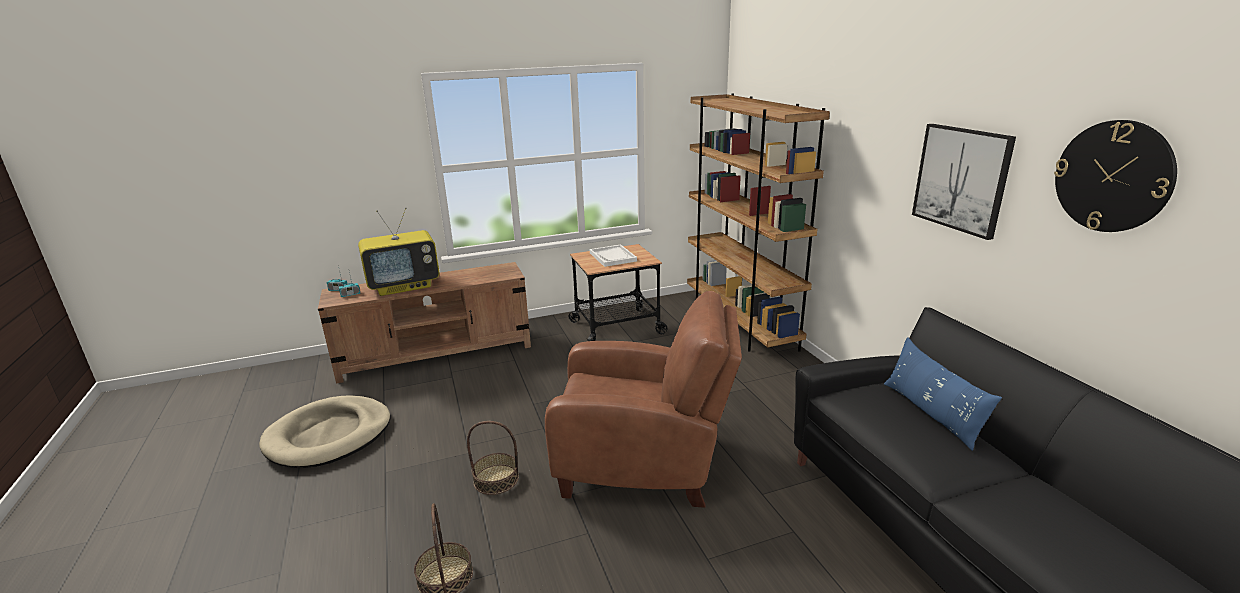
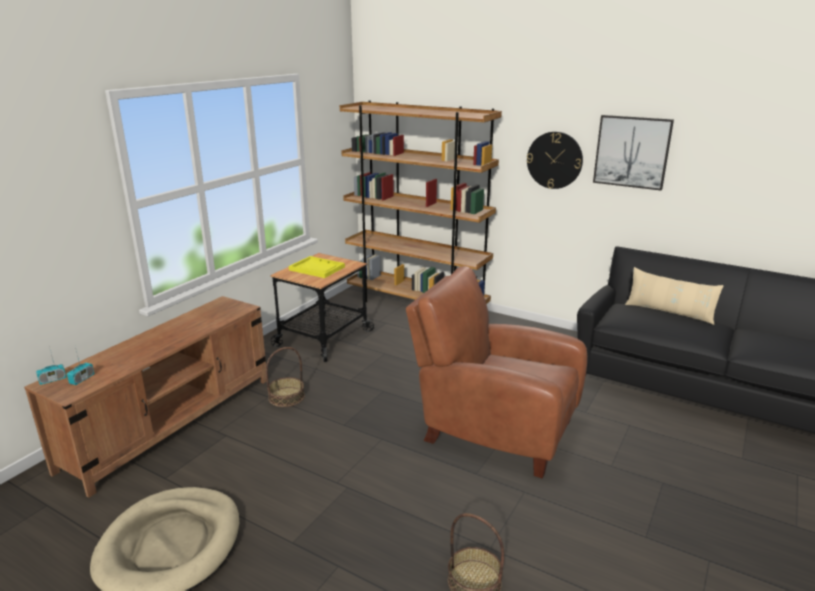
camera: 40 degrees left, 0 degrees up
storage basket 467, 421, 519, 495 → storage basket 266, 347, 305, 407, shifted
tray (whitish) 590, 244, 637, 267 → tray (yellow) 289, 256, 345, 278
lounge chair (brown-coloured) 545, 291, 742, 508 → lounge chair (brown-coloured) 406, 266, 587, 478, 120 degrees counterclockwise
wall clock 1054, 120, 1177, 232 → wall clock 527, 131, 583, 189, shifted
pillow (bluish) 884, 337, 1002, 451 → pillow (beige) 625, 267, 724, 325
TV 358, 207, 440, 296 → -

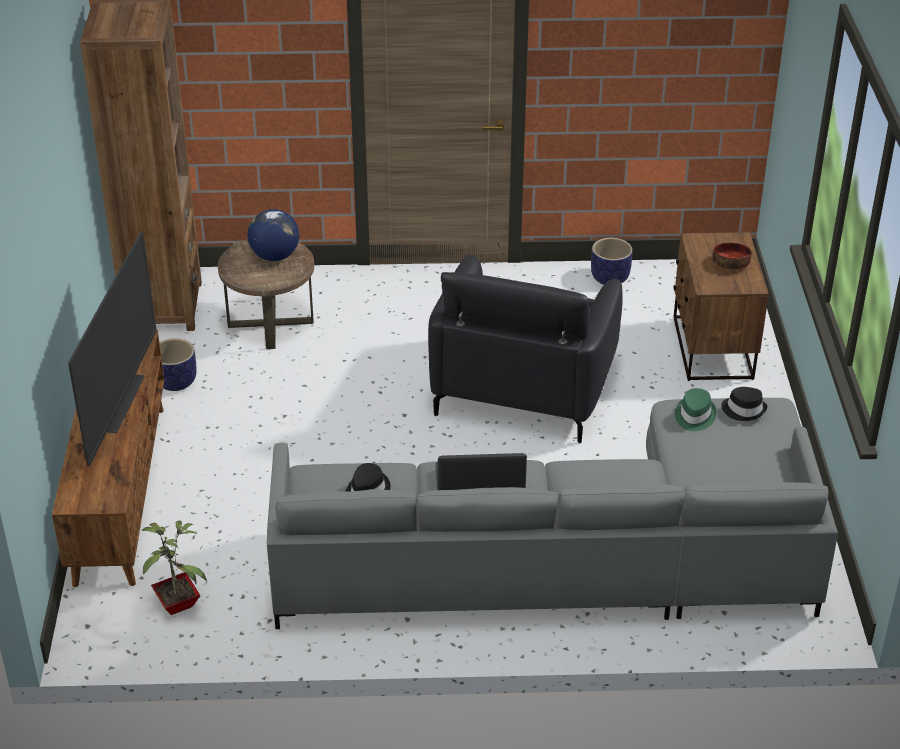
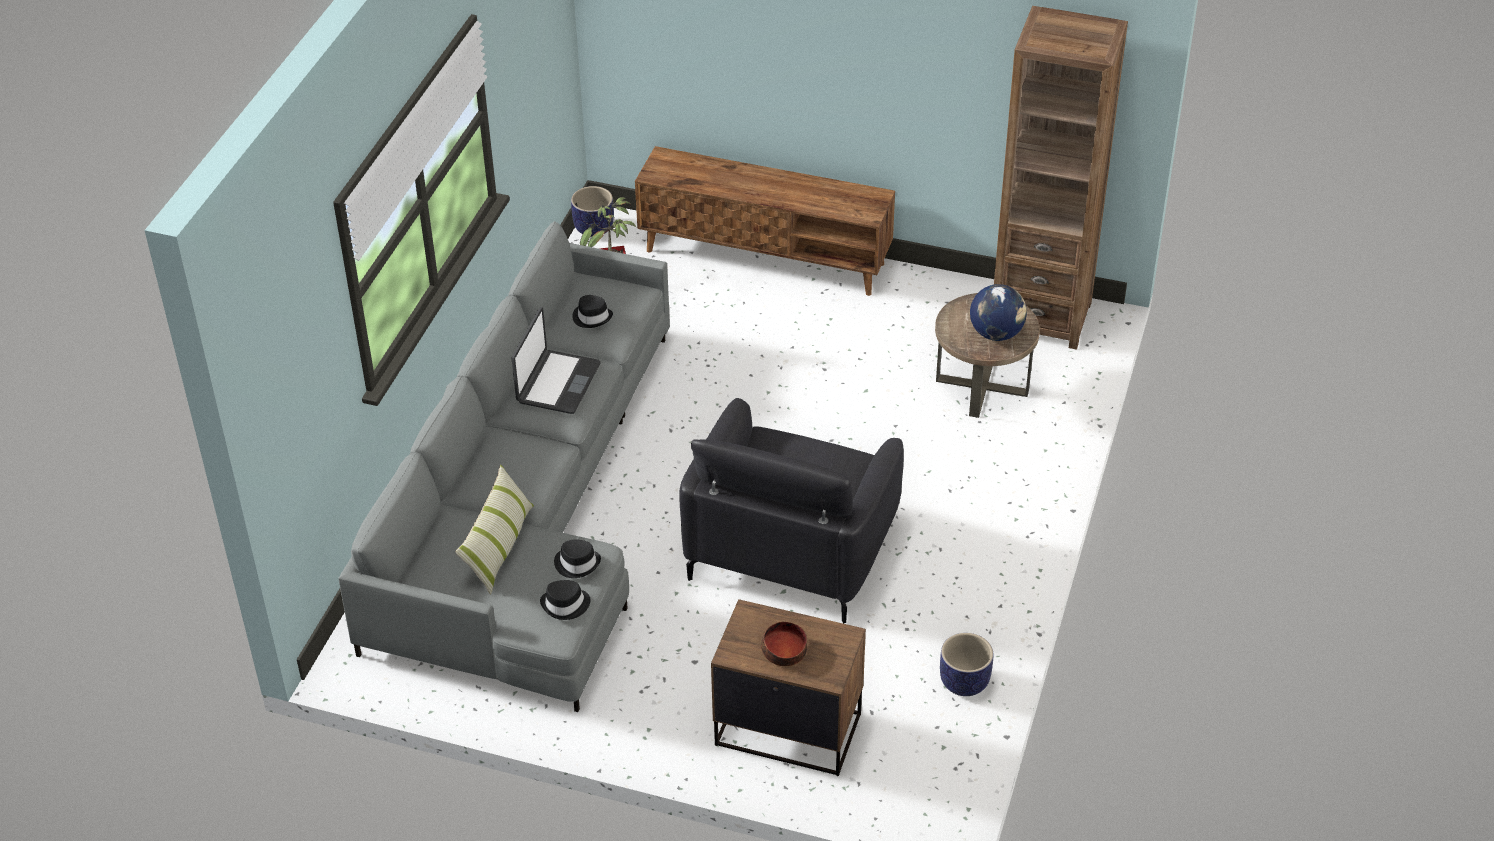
camera: 110 degrees right, 5 degrees up
- → pillow 455, 465, 534, 595
hat (green-coloured) 675, 388, 716, 431 → hat (black-coloured) 554, 539, 601, 578
flower pot 159, 338, 196, 391 → flower pot 571, 186, 614, 237, shifted
lounge chair (black-coloured) 428, 255, 623, 443 → lounge chair (black-coloured) 679, 398, 904, 623, 105 degrees counterclockwise
TV 68, 231, 157, 466 → -

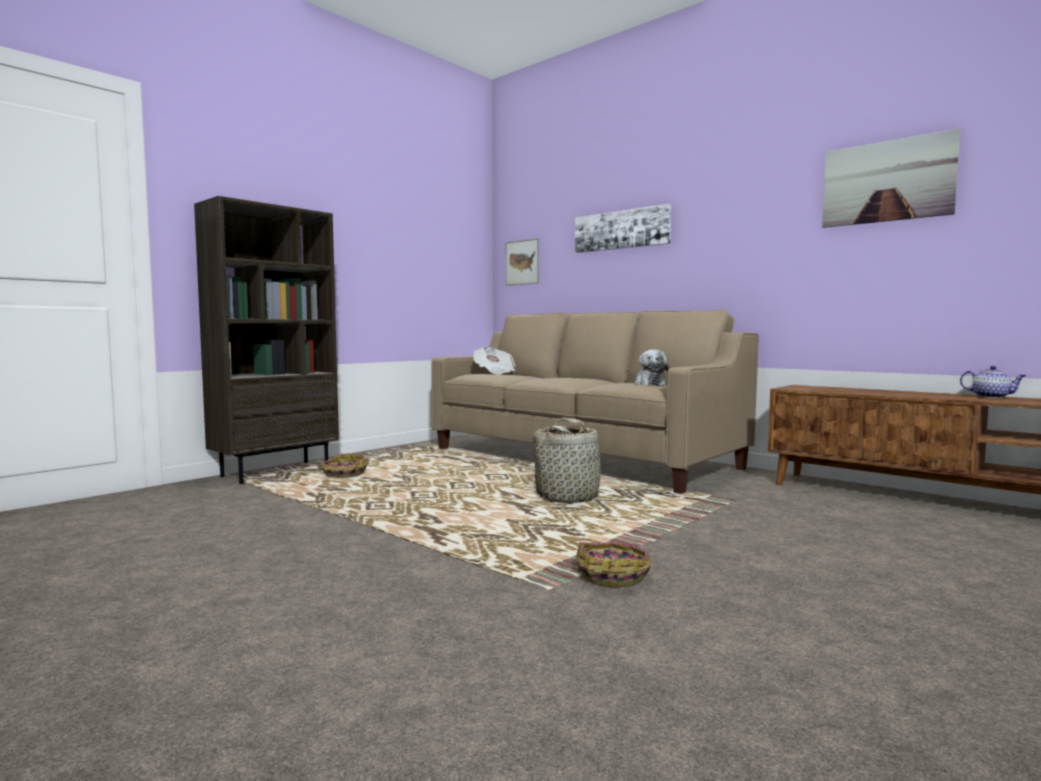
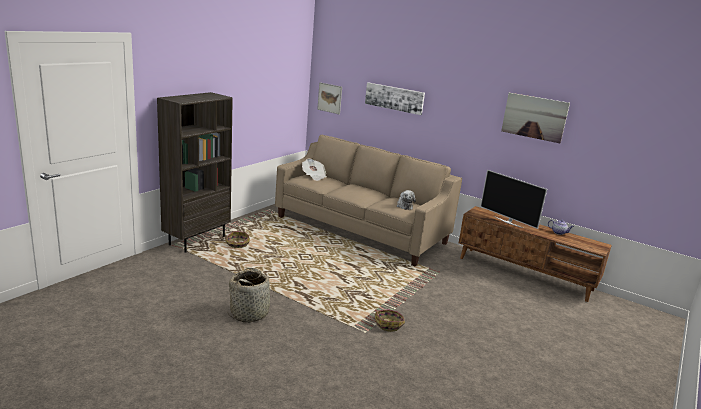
camera: 10 degrees left, 15 degrees up
storage basket 533, 418, 606, 503 → storage basket 228, 268, 275, 323, shifted
- → TV 480, 170, 547, 229

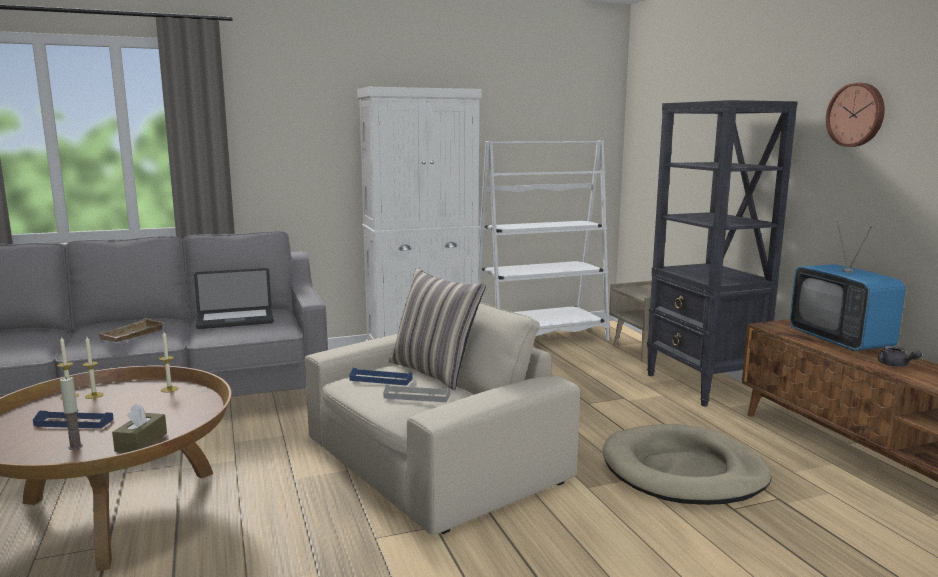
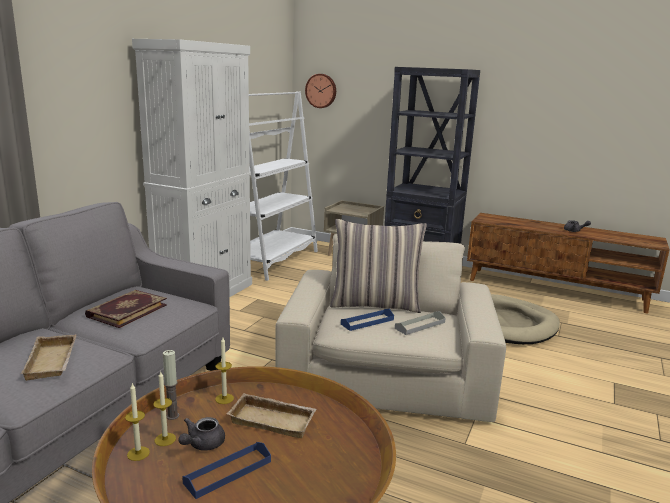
camera: 45 degrees left, 5 degrees up
notebook computer 194, 268, 274, 329 → volume 85, 290, 167, 328
candle 60, 377, 83, 450 → candle 163, 350, 179, 420, shifted
- → tea pot (greyish) 178, 417, 225, 451
- → tray (beige) 227, 393, 317, 438
wall clock 826, 83, 885, 147 → wall clock 305, 74, 336, 108, shifted
tissue holder (brown-coloured) 112, 403, 167, 453 → -
TV 790, 221, 906, 351 → -

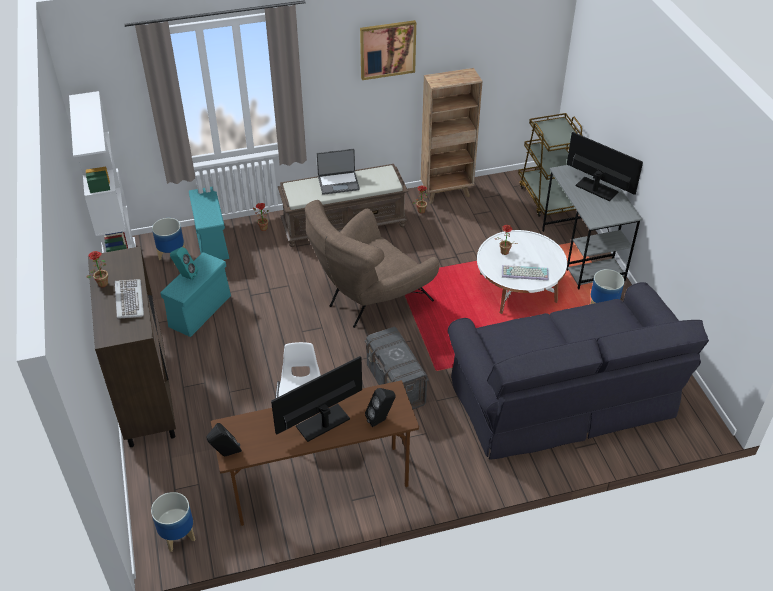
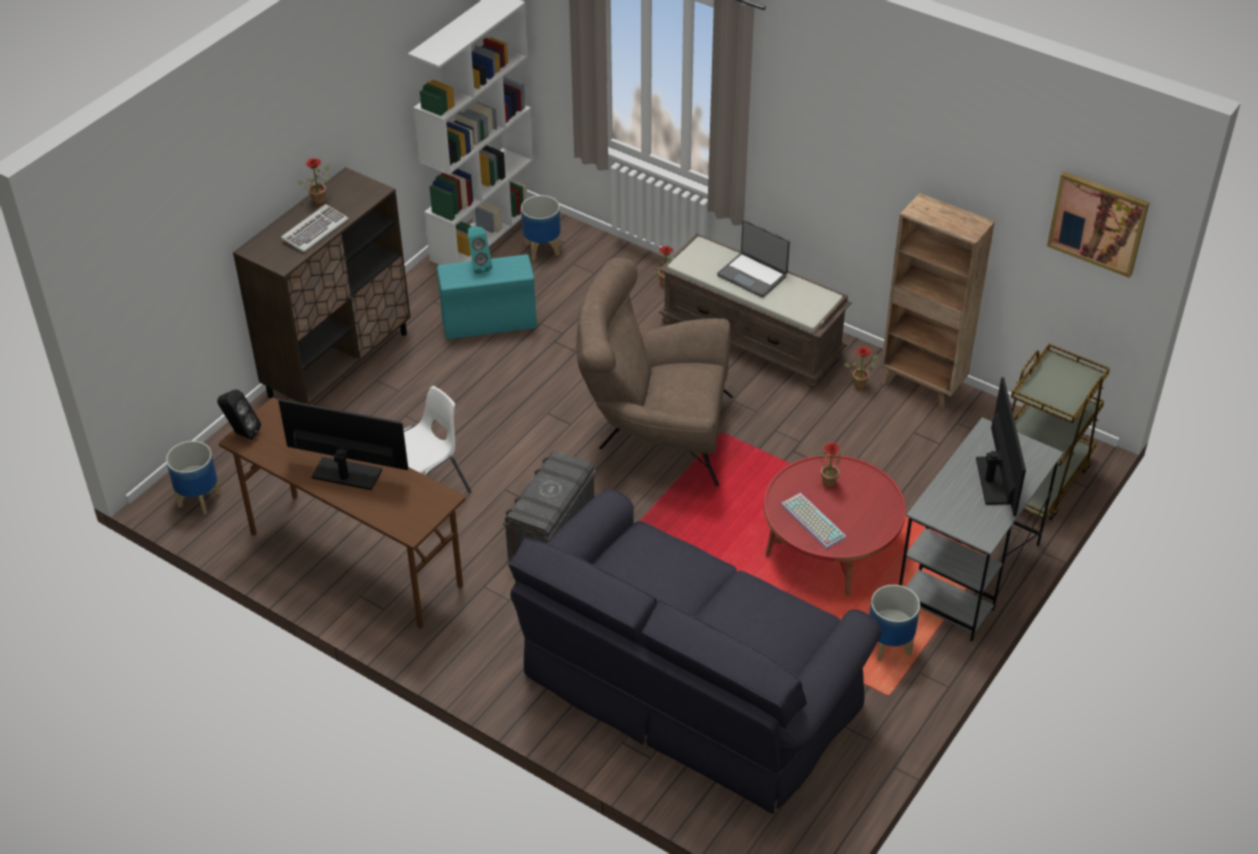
camera: 50 degrees right, 0 degrees up
low table (whitish) 477, 230, 567, 314 → low table (red) 764, 455, 906, 596
wall picture 360, 20, 416, 80 → wall picture 1047, 172, 1150, 278, shifted
storage container (turquoise) 189, 187, 229, 260 → -
loudspeaker (black-coloured) 365, 388, 395, 427 → -

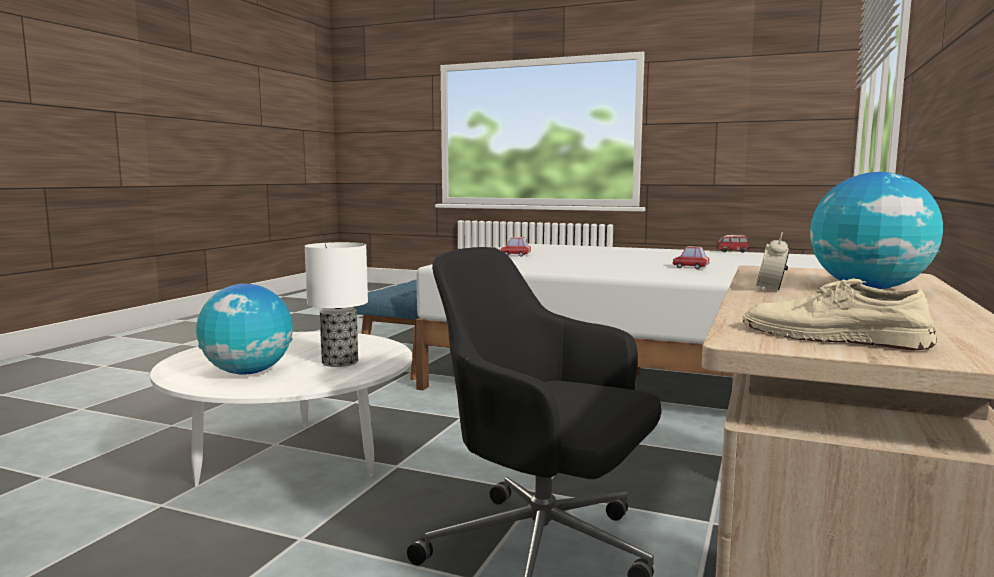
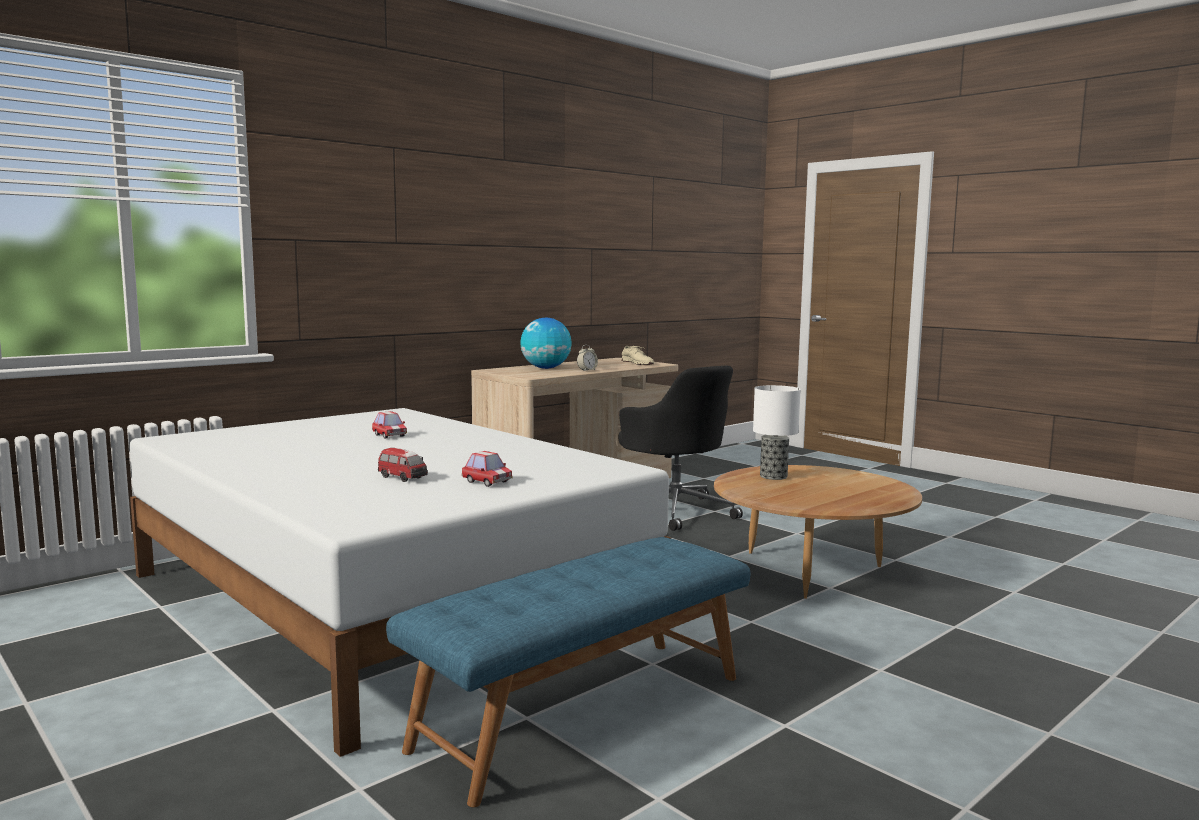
camera: 155 degrees left, 0 degrees up
miniature car 715, 235, 749, 253 → miniature car 378, 448, 428, 482, shifted
low table (whitish) 150, 332, 412, 487 → low table (brown-coloured) 714, 465, 922, 599
globe 196, 284, 293, 375 → -

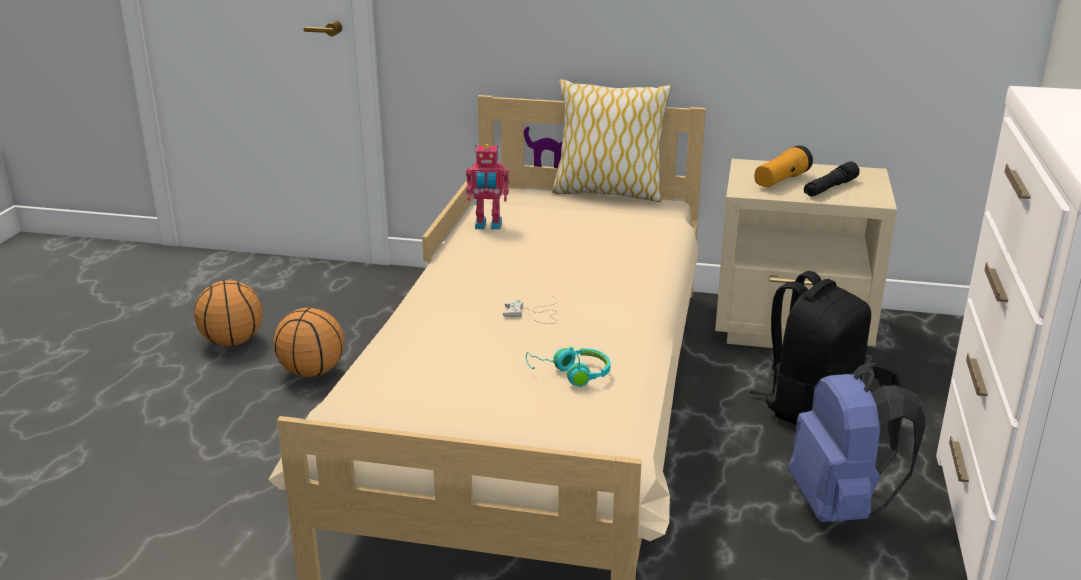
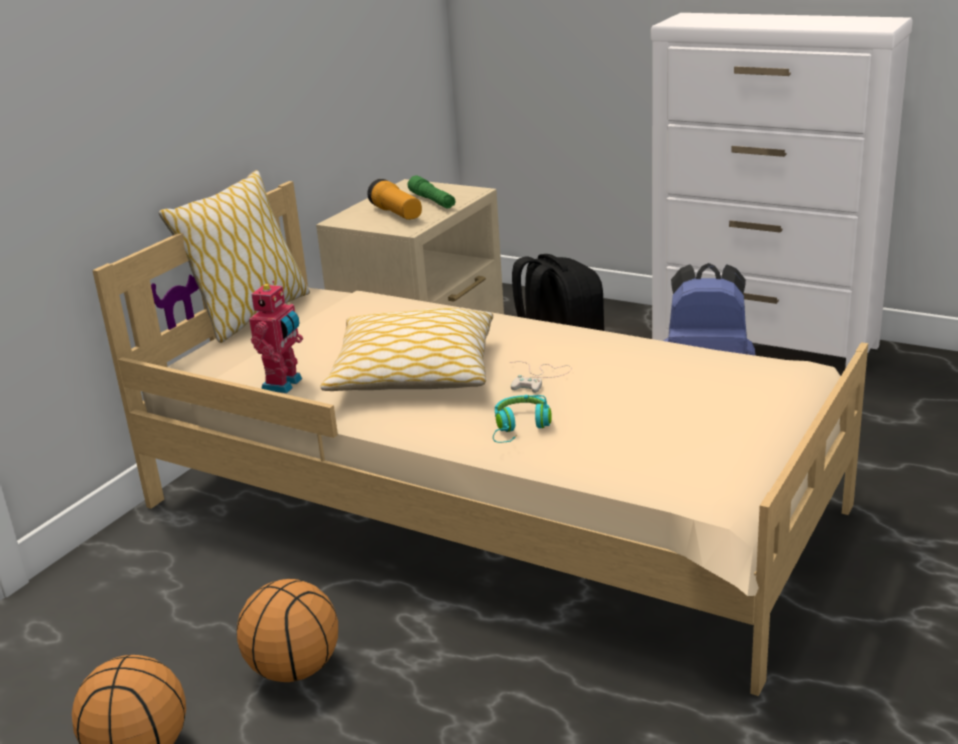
camera: 70 degrees left, 0 degrees up
- → pillow 320, 308, 493, 391
torch (black-coloured) 804, 161, 860, 197 → torch (green-coloured) 408, 175, 456, 208
headphones (turquoise) 526, 346, 611, 387 → headphones (turquoise) 493, 395, 552, 443, shifted

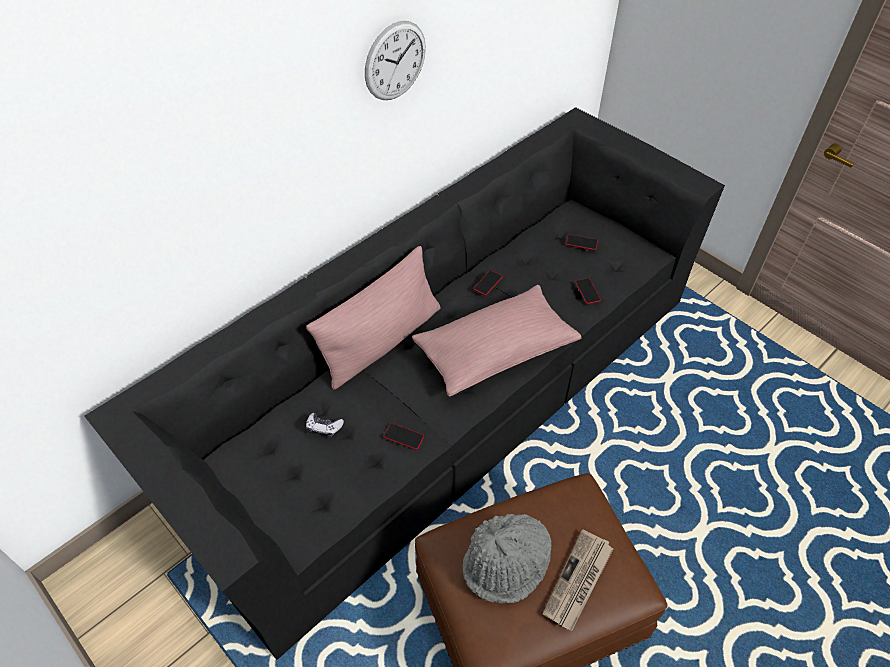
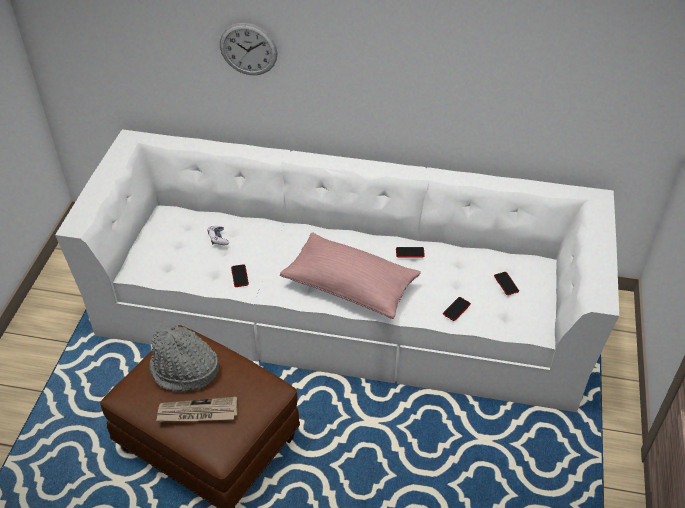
camera: 55 degrees right, 5 degrees down
sofa (black-coloured) 84, 107, 725, 660 → sofa (whitish) 55, 129, 619, 412
wall clock 365, 21, 426, 100 → wall clock 220, 23, 277, 75, shifted
pillow (pink-coloured) 306, 246, 441, 390 → -

